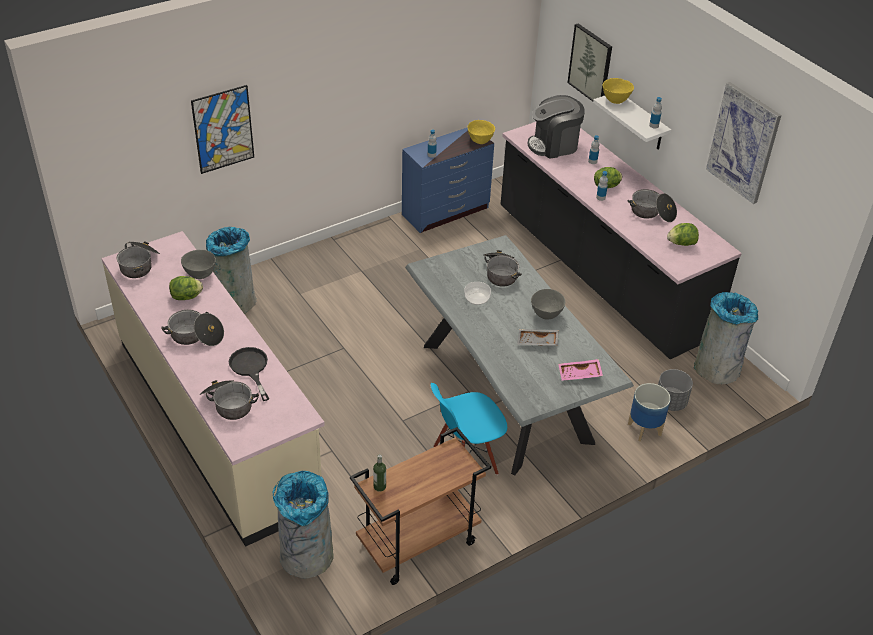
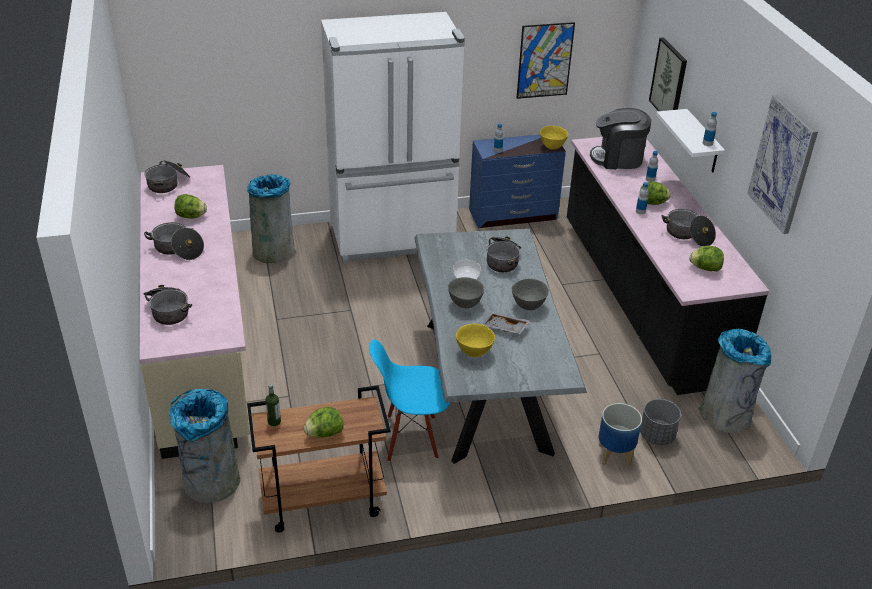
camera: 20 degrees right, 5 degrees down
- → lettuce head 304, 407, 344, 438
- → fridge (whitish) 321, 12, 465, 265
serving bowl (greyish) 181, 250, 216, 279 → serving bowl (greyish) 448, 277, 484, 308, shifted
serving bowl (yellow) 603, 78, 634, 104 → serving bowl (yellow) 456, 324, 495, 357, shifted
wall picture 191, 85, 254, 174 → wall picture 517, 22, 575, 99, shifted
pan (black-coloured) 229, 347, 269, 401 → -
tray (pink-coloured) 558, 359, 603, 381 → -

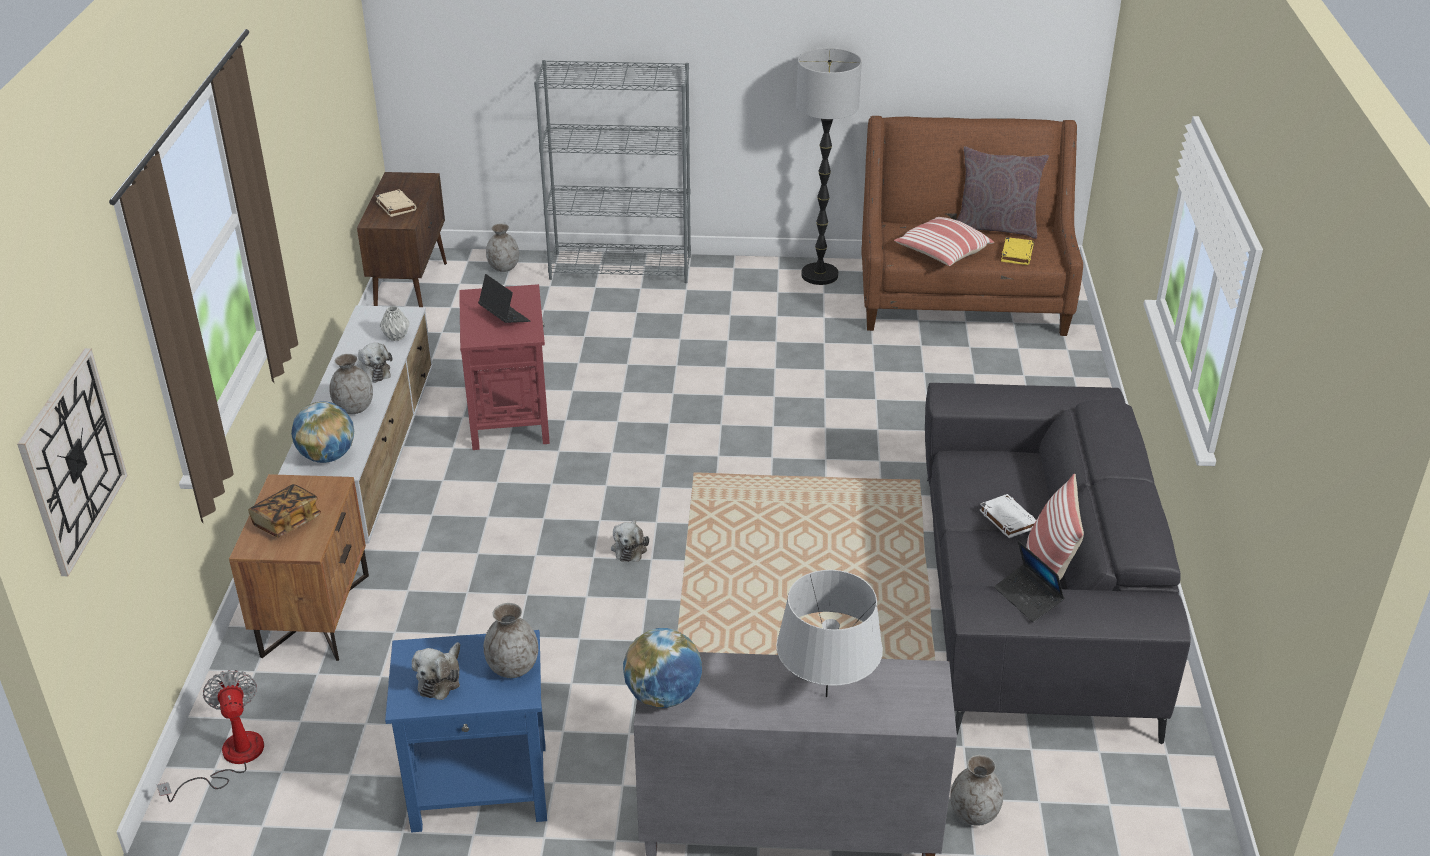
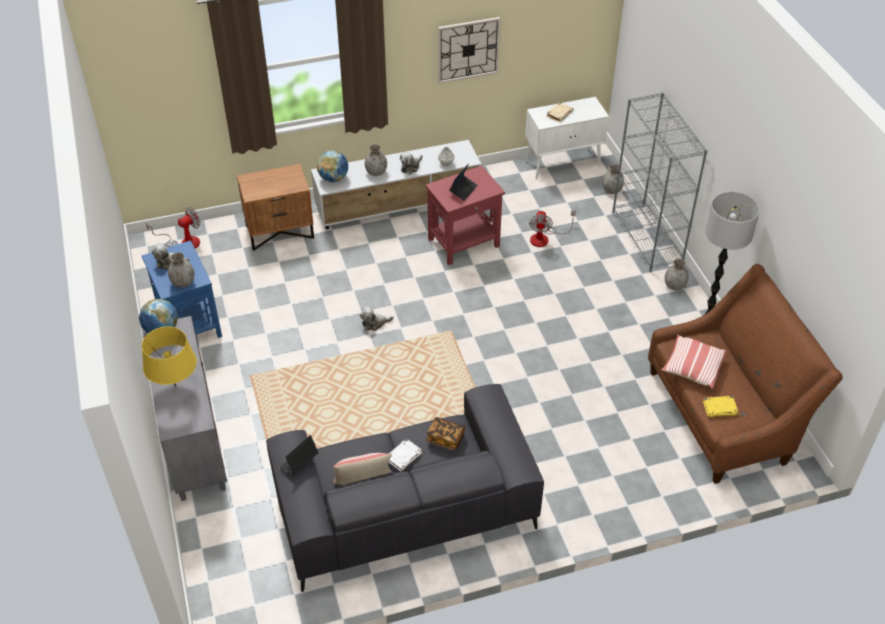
camera: 70 degrees right, 10 degrees up
lamp for a table (greyish) 776, 570, 883, 697 → lamp for a table (yellow) 142, 327, 197, 387
volume 248, 484, 321, 537 → volume 426, 417, 465, 450, shifted
wall clock 17, 348, 128, 576 → wall clock 438, 17, 500, 83, shifted
storage cabinet (brown-coloured) 357, 172, 447, 307 → storage cabinet (whitish) 525, 97, 609, 180
- → fan 529, 210, 576, 247
vase (greyish) 950, 755, 1003, 826 → vase (greyish) 665, 258, 689, 290, shifted
pillow (greyish) 957, 146, 1049, 239 → -

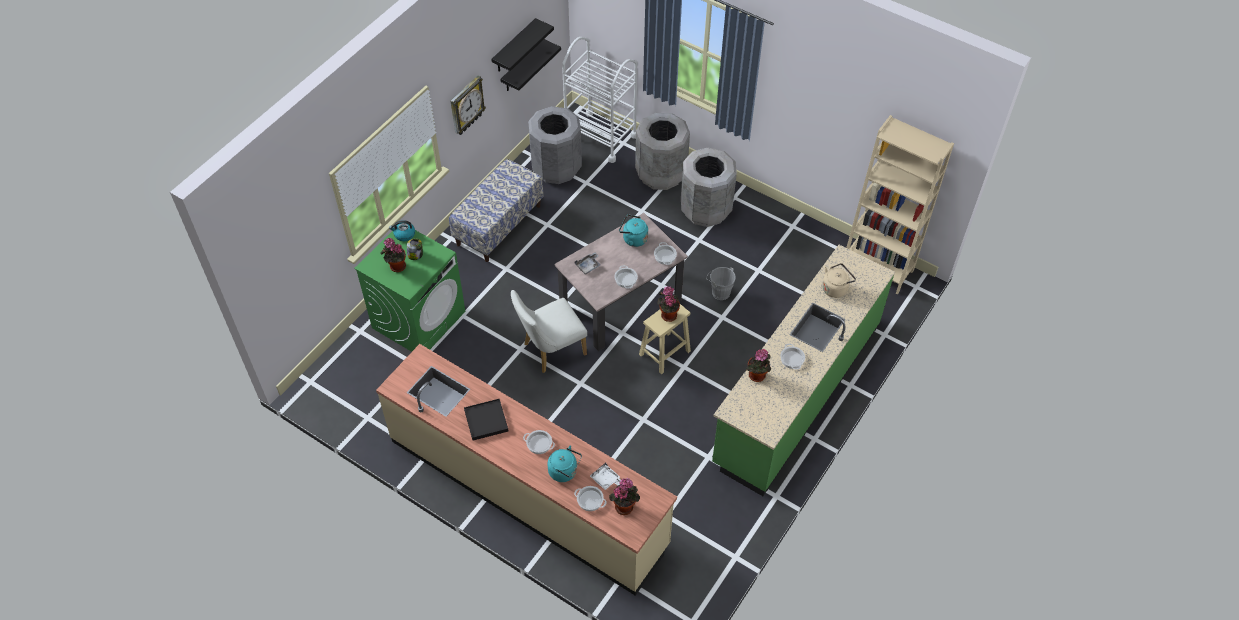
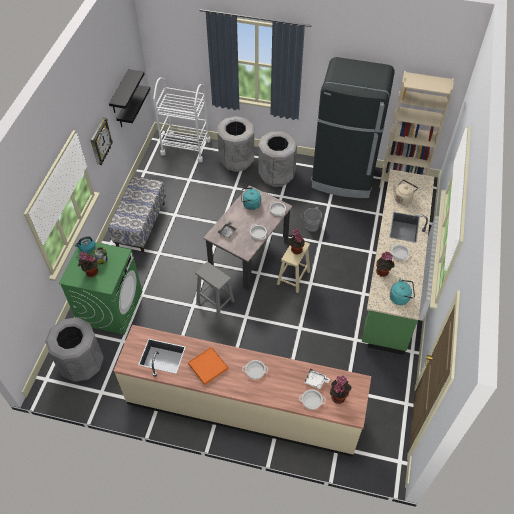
camera: 20 degrees left, 0 degrees up
rubbish bin (greyish) 528, 106, 582, 184 → rubbish bin (greyish) 45, 317, 104, 382, shifted
tray (black-coloured) 464, 399, 508, 440 → tray (orangey) 188, 347, 228, 385
upright chair (whitish) 511, 290, 587, 373 → sitting stool (greyish) 195, 262, 234, 317
- → fridge (black-coloured) 311, 57, 395, 198
tea kettle (turquoise) 547, 445, 582, 482 → tea kettle (turquoise) 390, 278, 415, 305, shifted

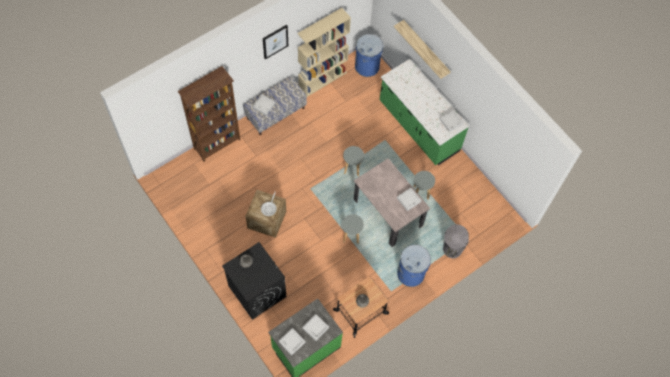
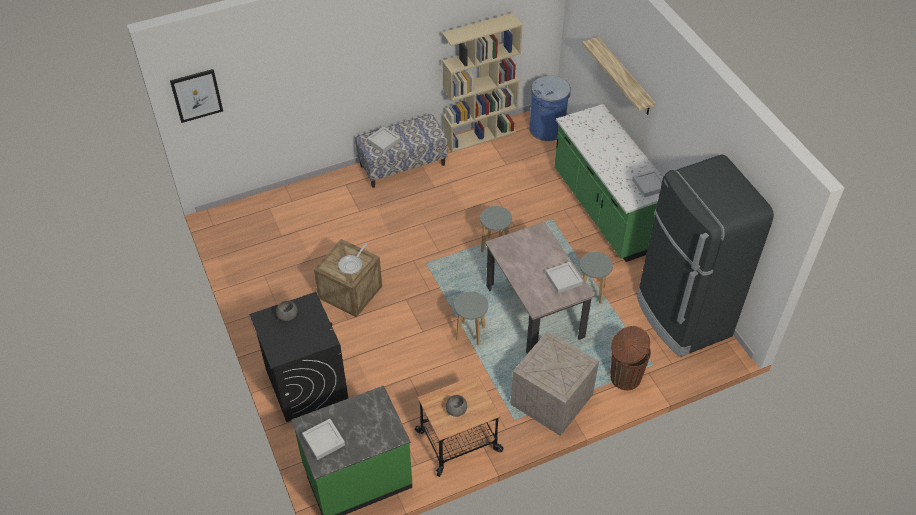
camera: 15 degrees right, 15 degrees down
wall picture 263, 25, 288, 59 → wall picture 170, 69, 223, 123, shifted
rubbish bin (bluish) 397, 245, 431, 287 → crate 510, 331, 599, 436
rubbish bin (greyish) 443, 224, 469, 258 → rubbish bin (brown-coloured) 610, 326, 651, 390
- → fridge (black-coloured) 637, 154, 774, 357
bookshelf (brown-coloured) 178, 66, 240, 162 → -
tray (greyish) 302, 314, 329, 341 → -

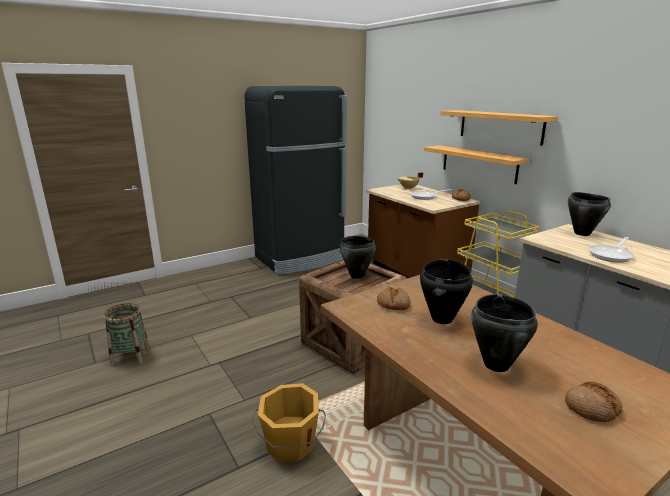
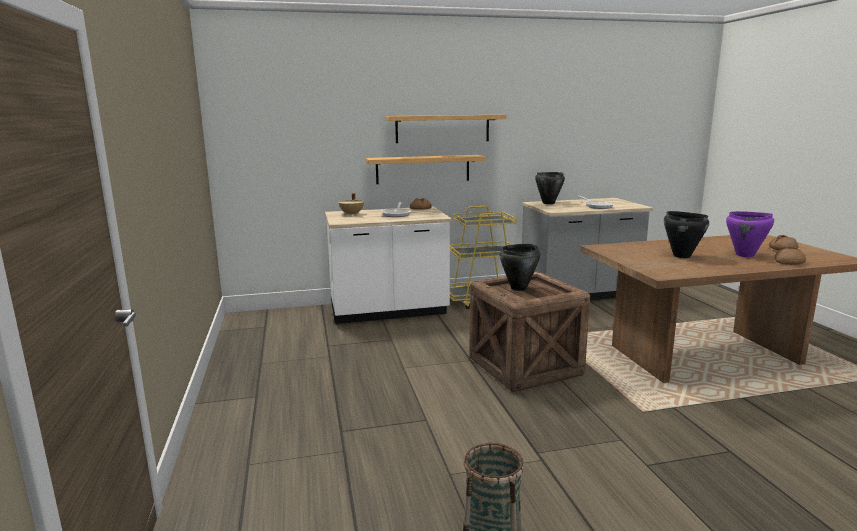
camera: 70 degrees left, 5 degrees down
counter (brown-coloured) 366, 184, 480, 278 → counter (whitish) 325, 207, 452, 324
stockpot (black-coloured) 471, 294, 538, 372 → stockpot (purplish) 726, 211, 774, 257
bread 377, 287, 411, 310 → bread 775, 246, 806, 265, shifted
fridge (black-coloured) 244, 86, 347, 275 → -
water bucket (orangey) 252, 383, 326, 462 → -

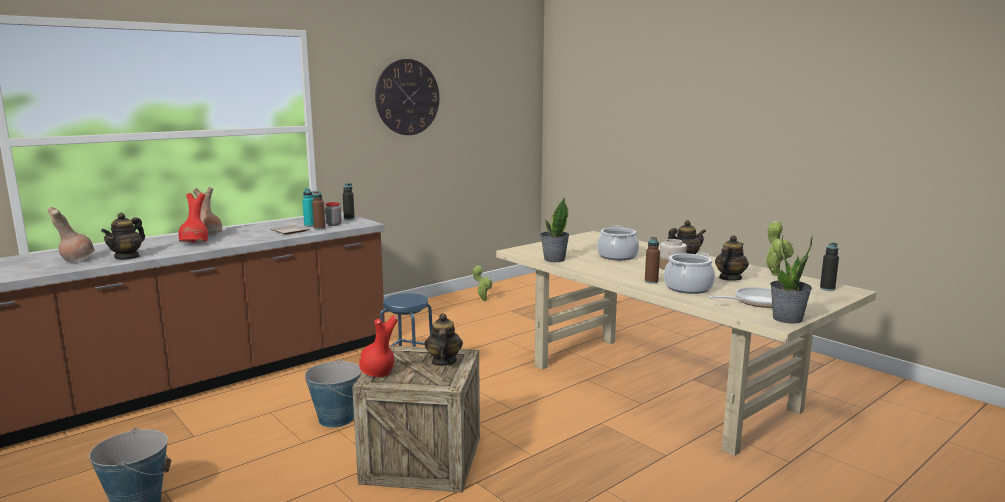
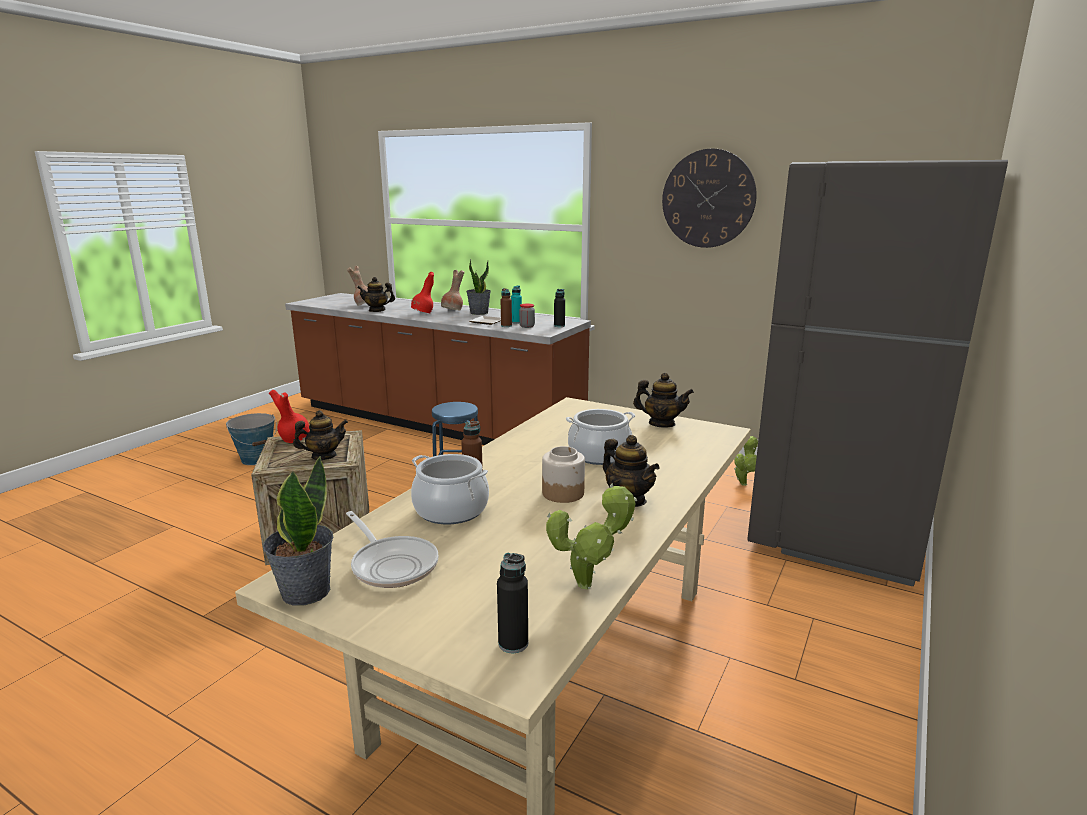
camera: 70 degrees right, 5 degrees up
houseplant 540, 198, 569, 262 → houseplant 466, 259, 491, 315, shifted
tea pot 715, 235, 749, 281 → tea pot 633, 373, 694, 428, shifted
- → fridge (greyish) 747, 160, 1008, 586
water bucket 305, 359, 361, 428 → -

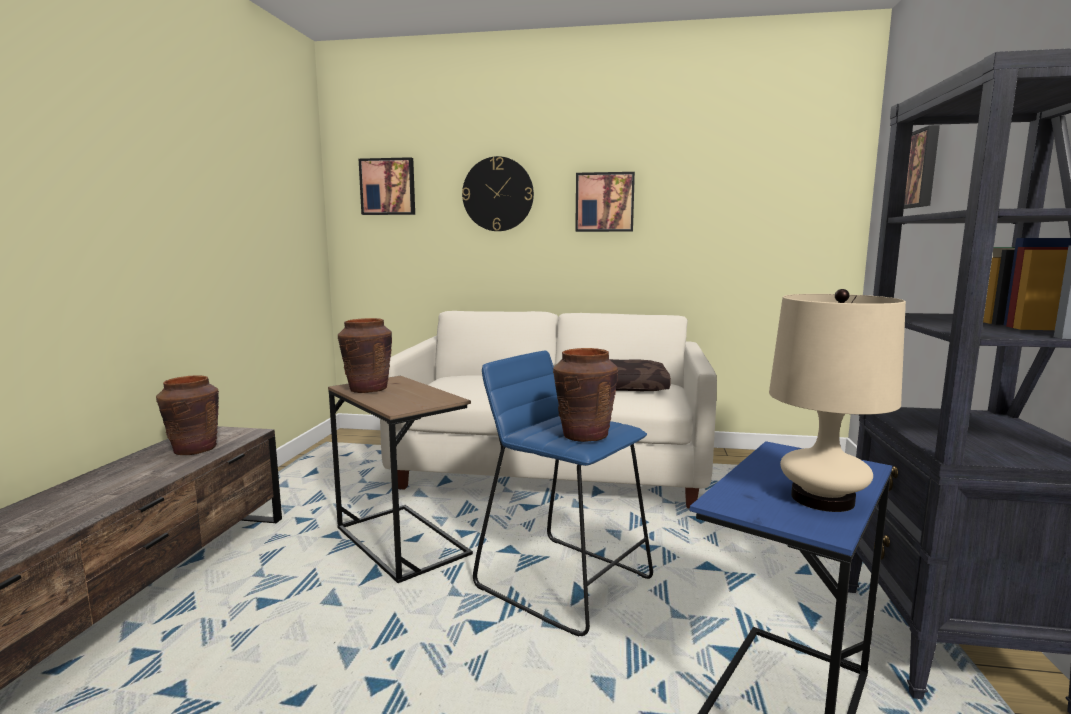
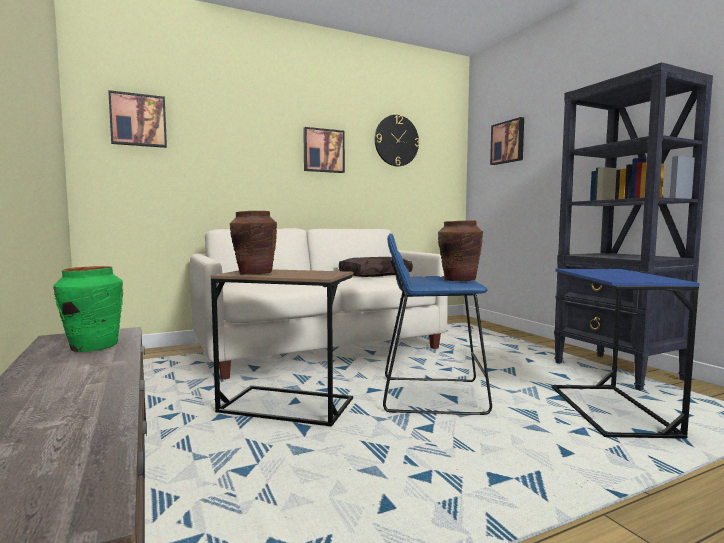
camera: 35 degrees left, 5 degrees down
vase (brown-coloured) 156, 375, 219, 455 → vase (green-coloured) 53, 266, 123, 352
wall clock 462, 156, 534, 231 → wall clock 375, 115, 420, 166, shifted
lamp for a table (beige) 769, 289, 906, 512 → -

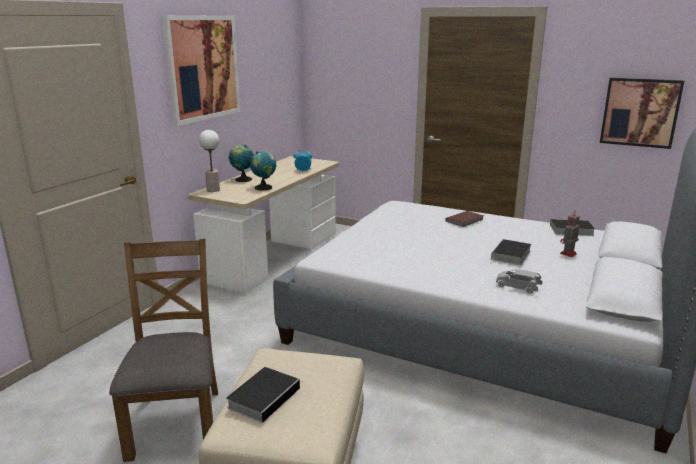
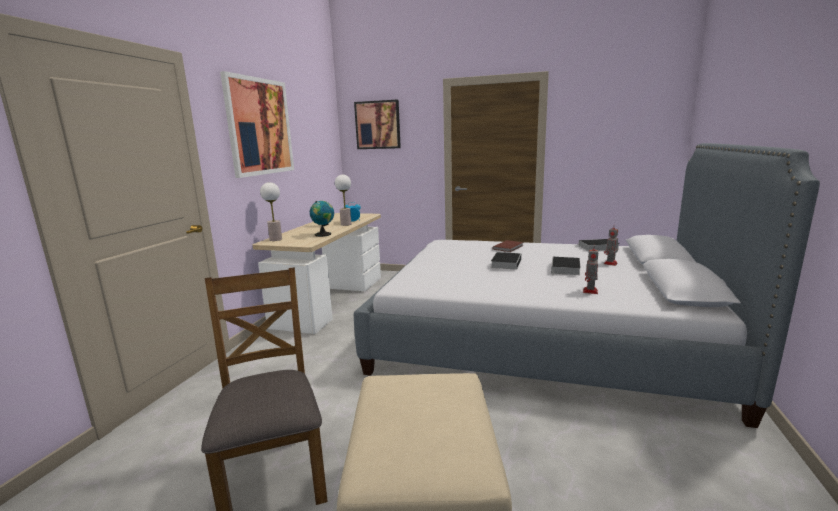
camera: 10 degrees left, 5 degrees down
- → lamp for a table 335, 175, 351, 226
wall picture 600, 77, 684, 149 → wall picture 354, 100, 401, 149, shifted
volume 226, 367, 304, 423 → volume 491, 252, 521, 270, shifted
miniature car (greyish) 496, 269, 542, 294 → model robot 583, 249, 598, 294
globe 229, 145, 254, 182 → -

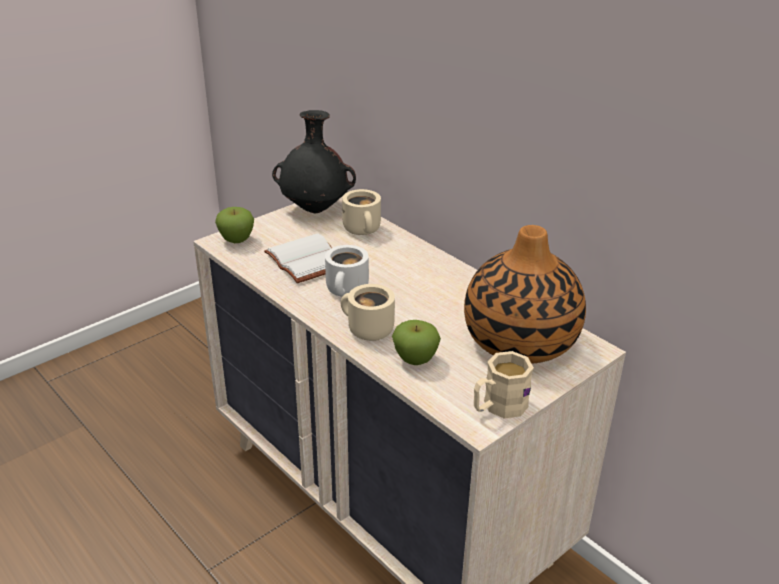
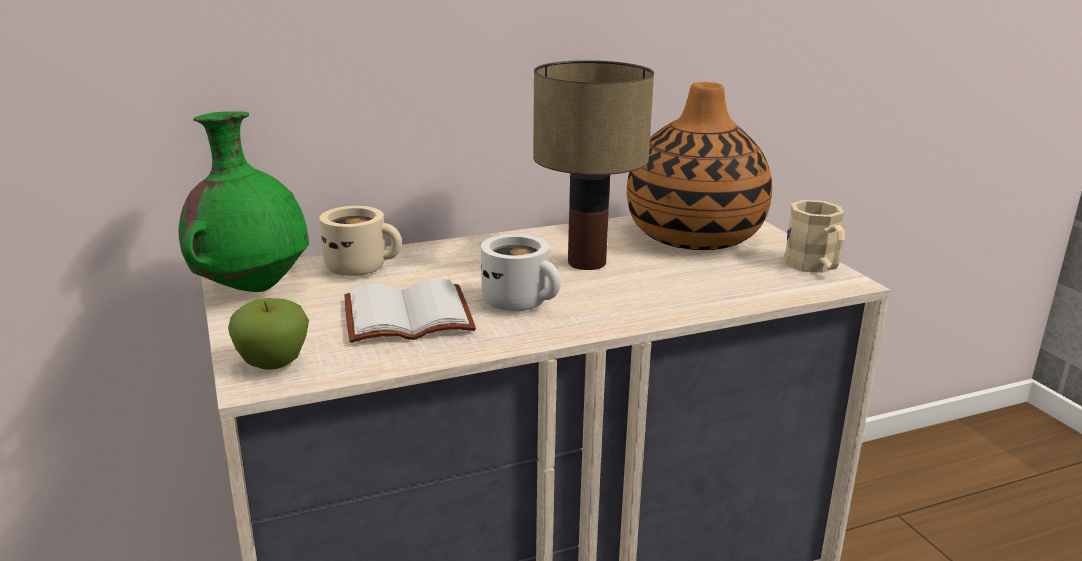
camera: 70 degrees left, 10 degrees down
vase (black-coloured) 272, 110, 356, 213 → vase (green-coloured) 179, 111, 309, 292
- → lamp for a table 533, 60, 654, 270
coffee mug (beige) 341, 284, 395, 341 → -
apple 392, 320, 441, 365 → -

